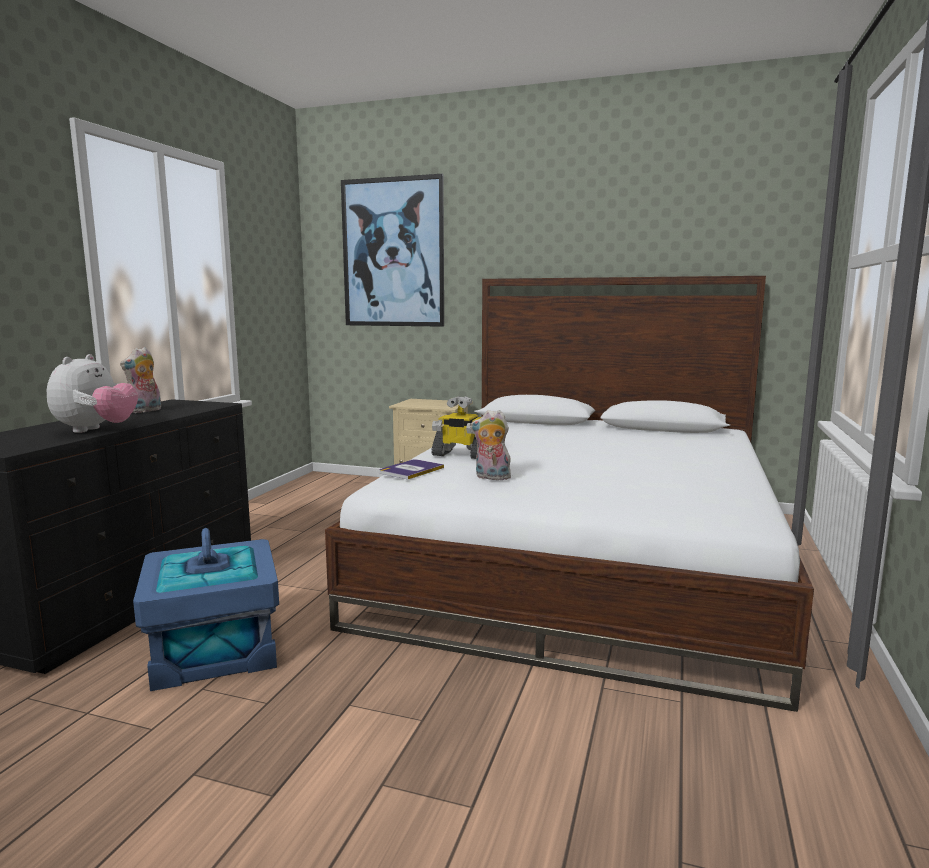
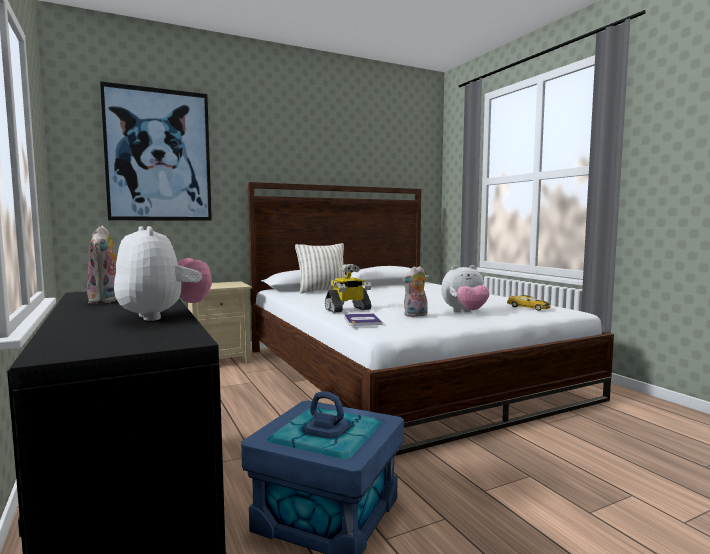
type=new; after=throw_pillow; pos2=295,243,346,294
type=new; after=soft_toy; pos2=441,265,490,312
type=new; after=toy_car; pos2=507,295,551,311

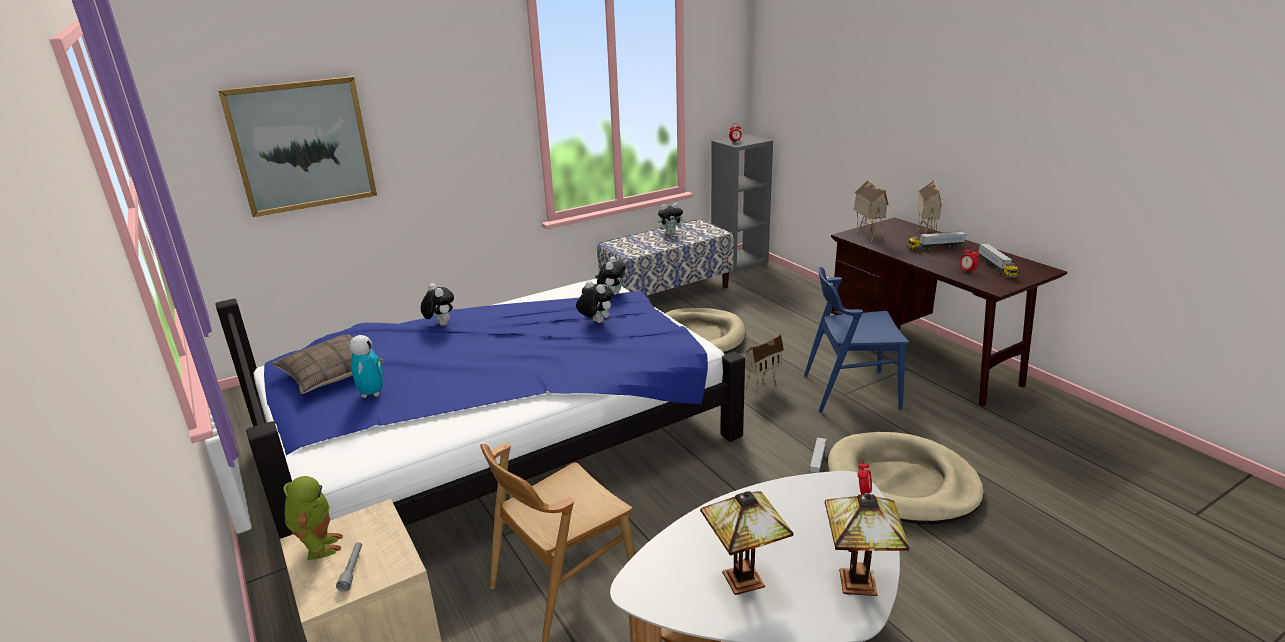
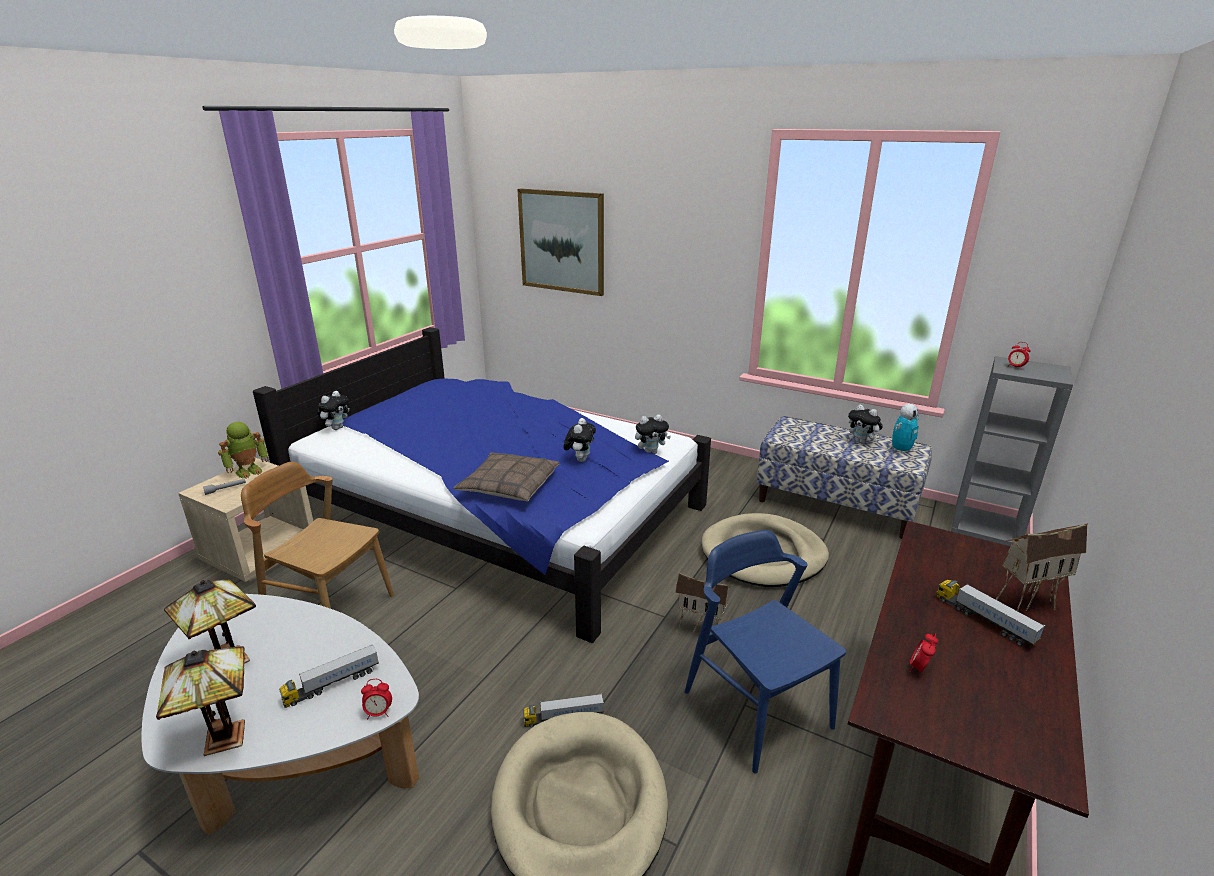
type=gone; before=model_house; pos1=854,179,889,242
type=shifted; before=toy_lorry; pos1=978,244,1018,279; pos2=279,644,379,708
type=shifted; before=soft_toy; pos1=421,283,454,326; pos2=318,391,349,430
type=shifted; before=throw_pillow; pos1=271,334,385,394; pos2=453,452,560,501
type=shifted; before=robot_figure; pos1=349,335,383,398; pos2=892,404,919,454

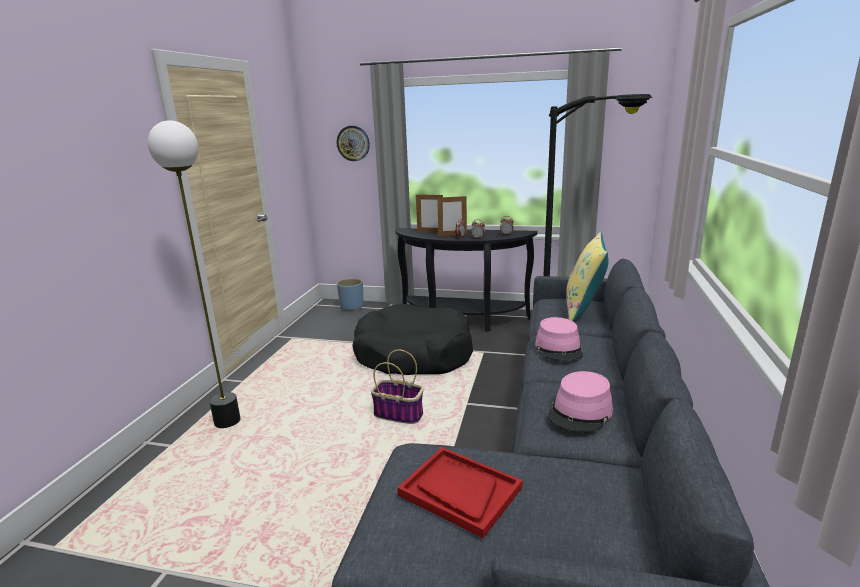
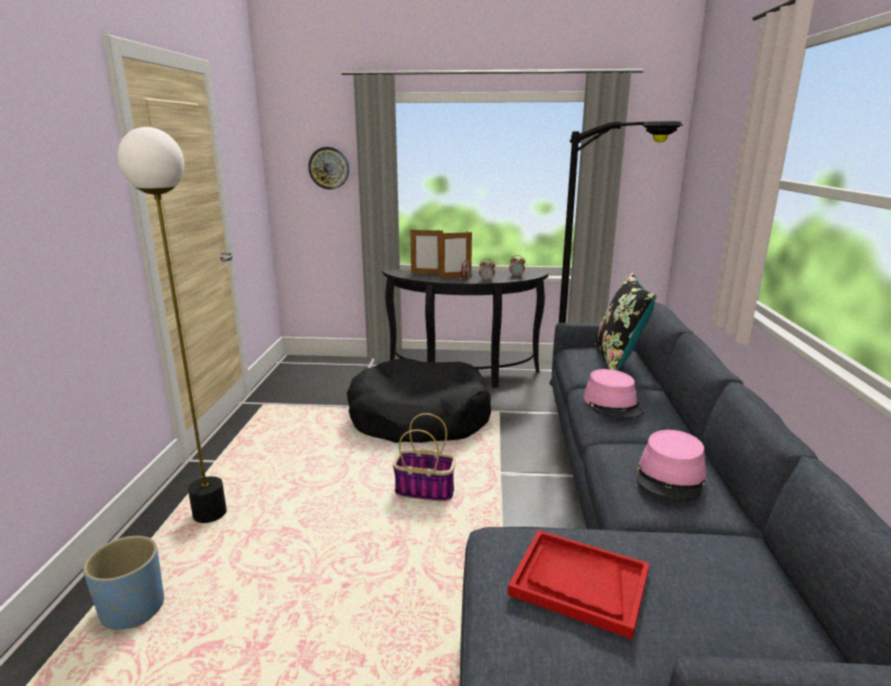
type=repainted; before=yellowish_throw_pillow; after=blackish_throw_pillow; pos1=567,232,608,322; pos2=595,273,657,370
type=shifted; before=bluish_plant_pot; pos1=337,278,364,311; pos2=83,536,164,630

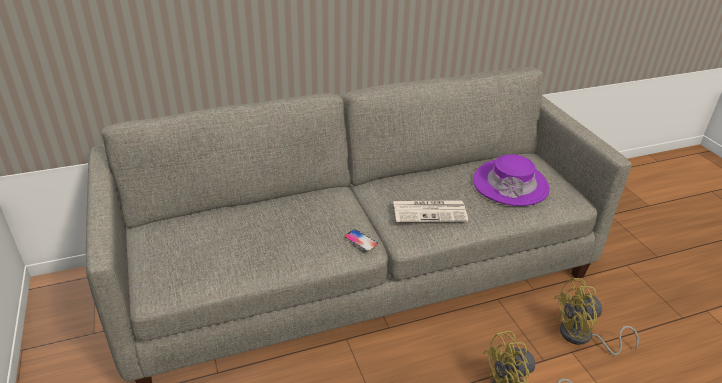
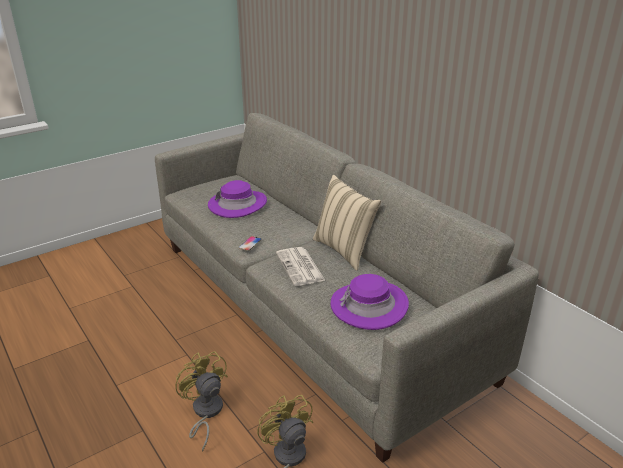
type=new; after=sand-coloured_throw_pillow; pos2=313,175,381,271
type=new; after=purple_clothing_hat; pos2=208,180,267,218

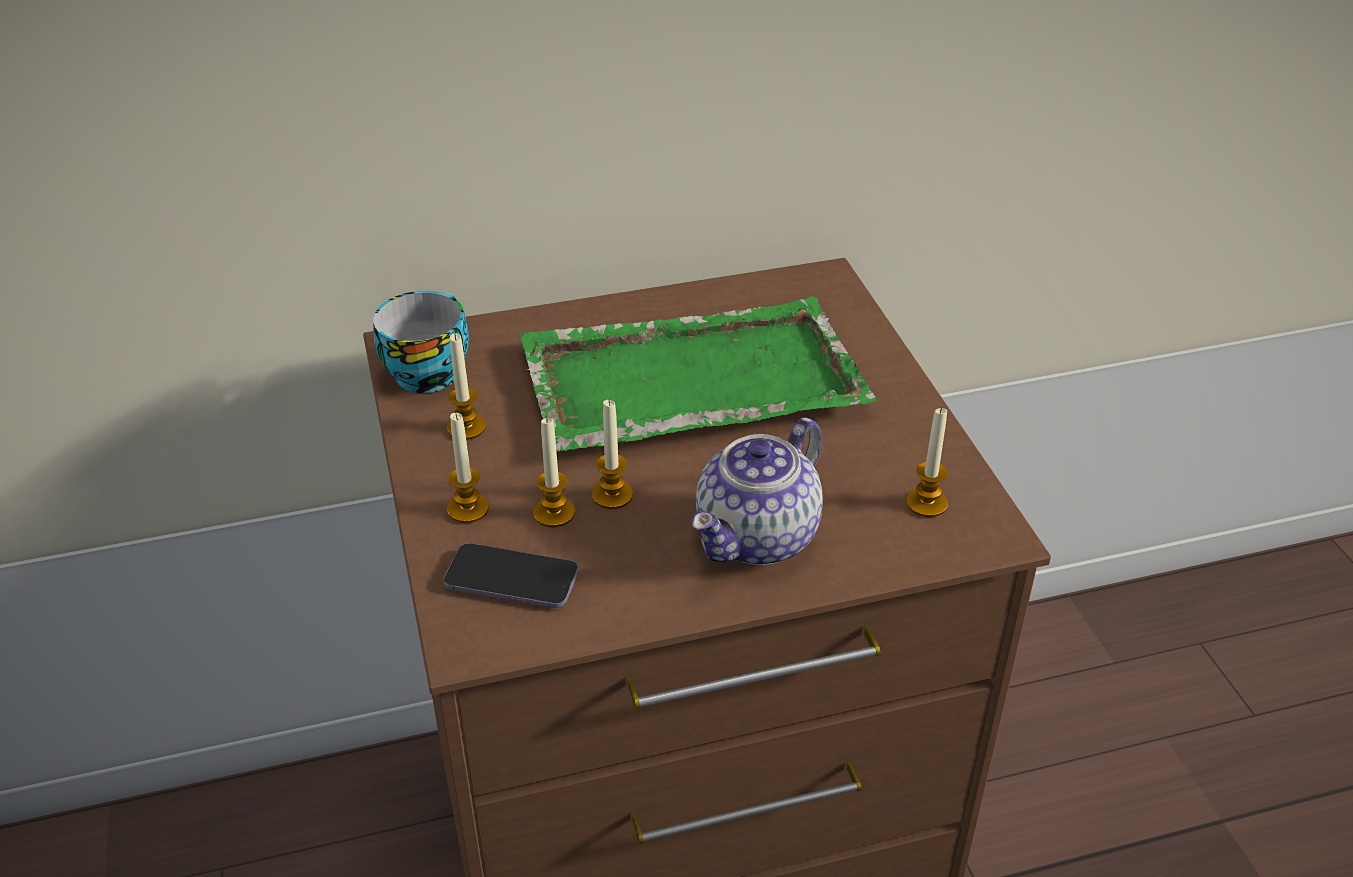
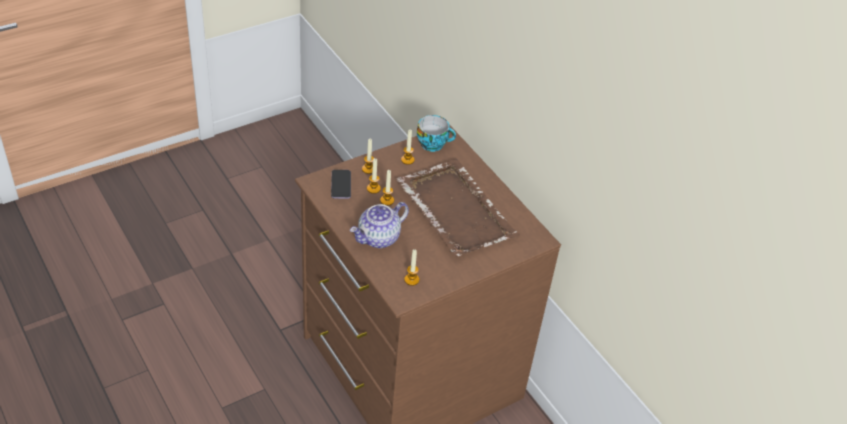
type=repainted; before=green_carrying_tray; after=brown-coloured_carrying_tray; pos1=519,296,877,451; pos2=396,159,520,257
type=rotated; before=teapot; pos1=692,417,823,565; pos2=350,202,409,248; turn=-60

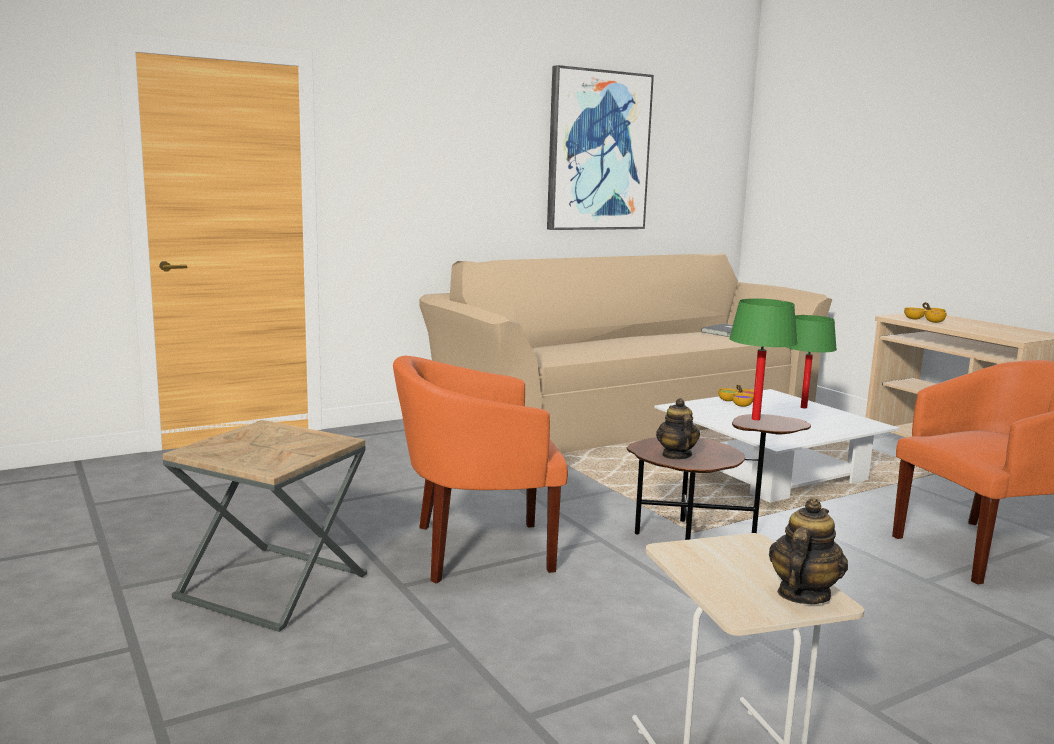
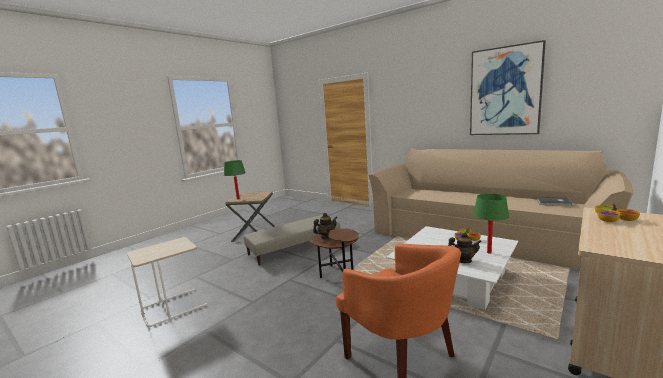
type=shifted; before=green_lamp_for_a_table; pos1=729,298,798,421; pos2=224,160,246,200
type=swapped; before=orange-coloured_lounge_chair; after=sand-coloured_ottoman; pos1=393,356,568,584; pos2=244,215,340,266
type=shifted; before=teapot; pos1=769,498,848,604; pos2=448,232,482,263

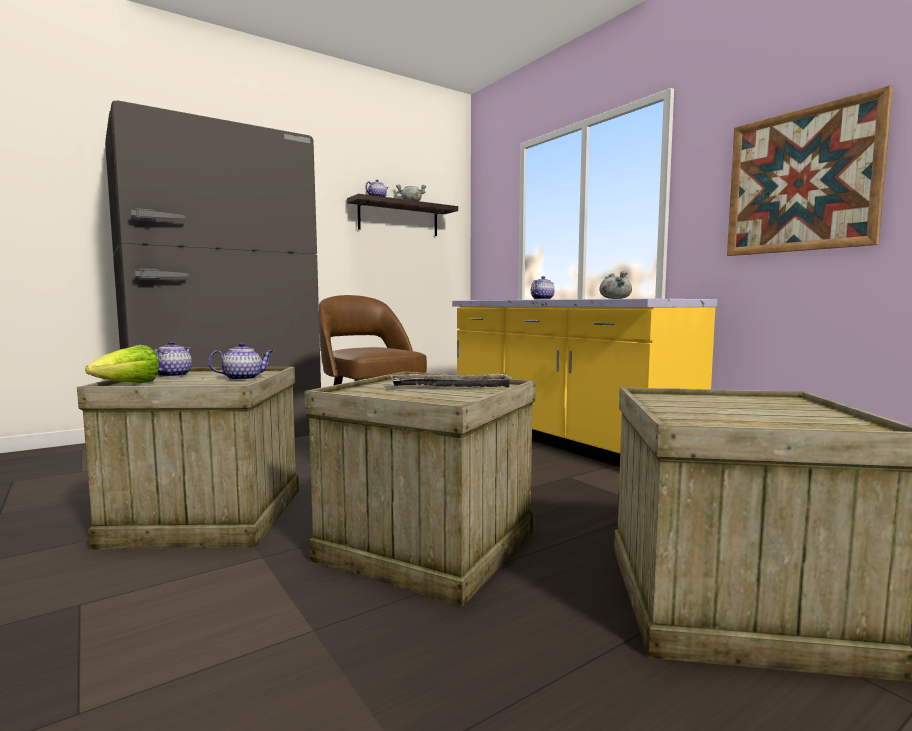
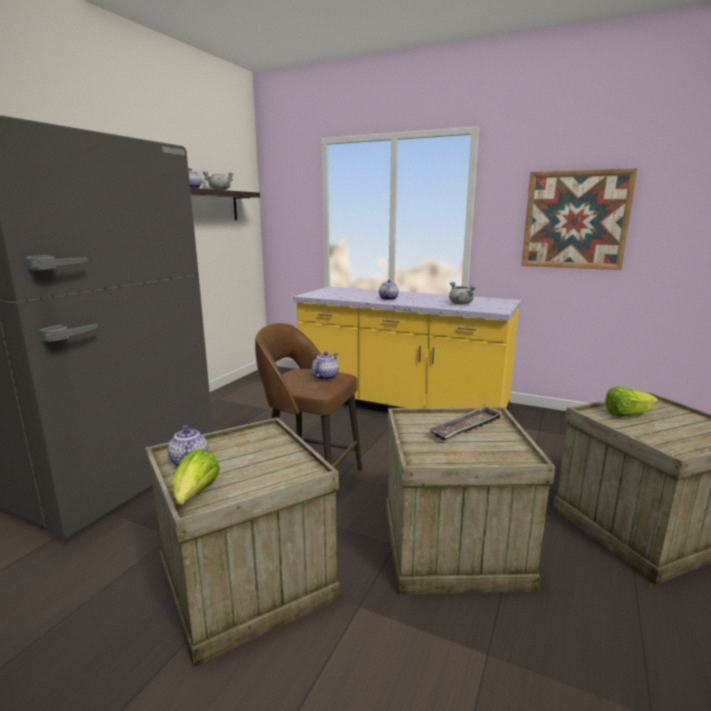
type=shifted; before=teapot; pos1=208,342,273,380; pos2=312,352,339,380
type=new; after=lettuce; pos2=605,386,658,417

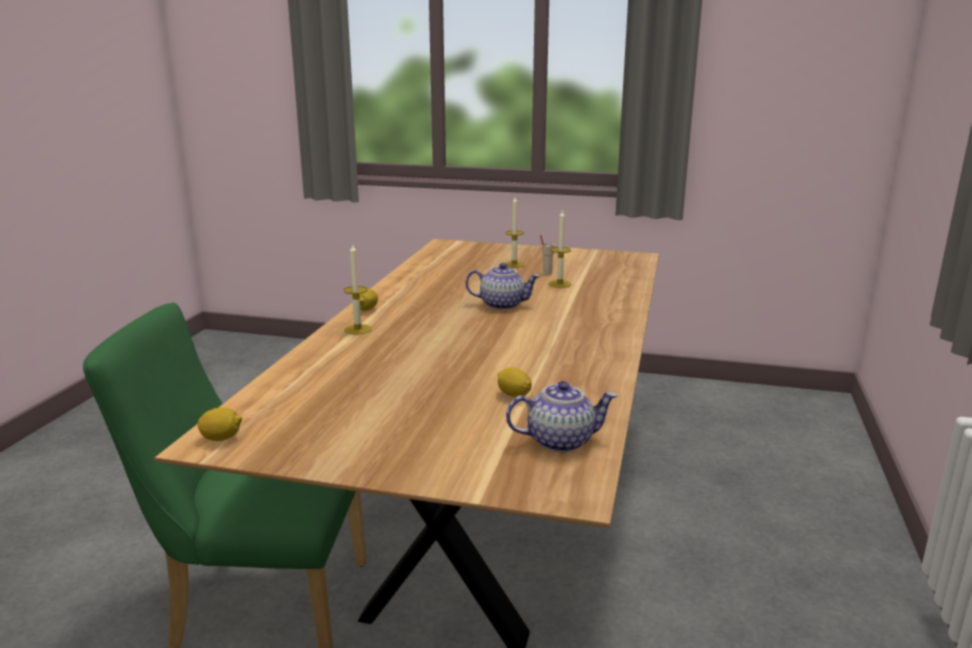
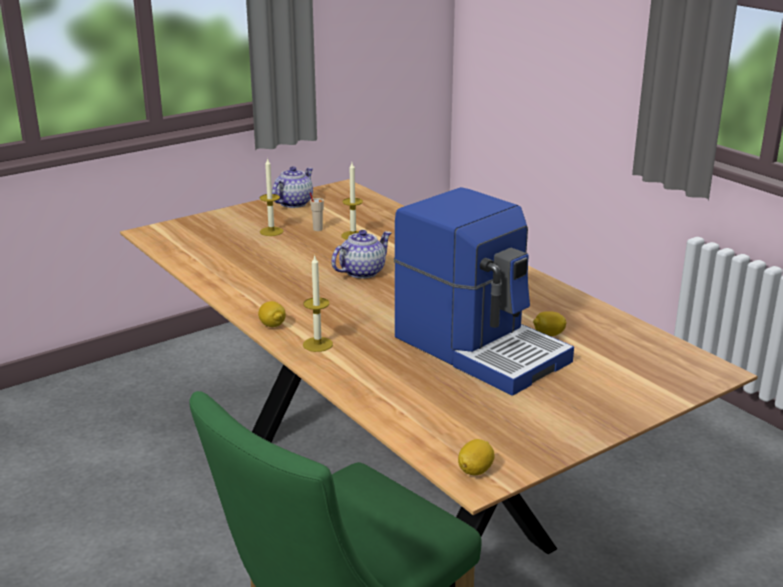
type=shifted; before=teapot; pos1=506,381,617,452; pos2=272,166,313,208
type=new; after=coffee_brewer; pos2=394,187,574,396

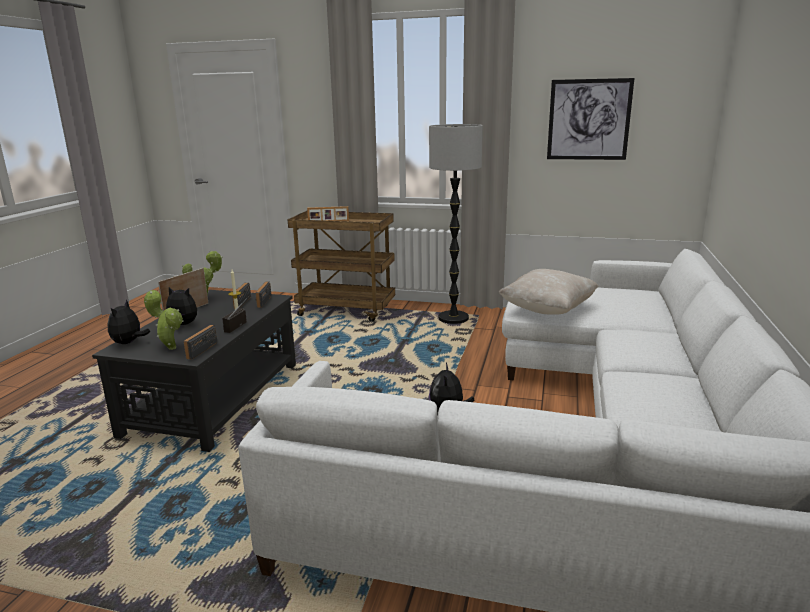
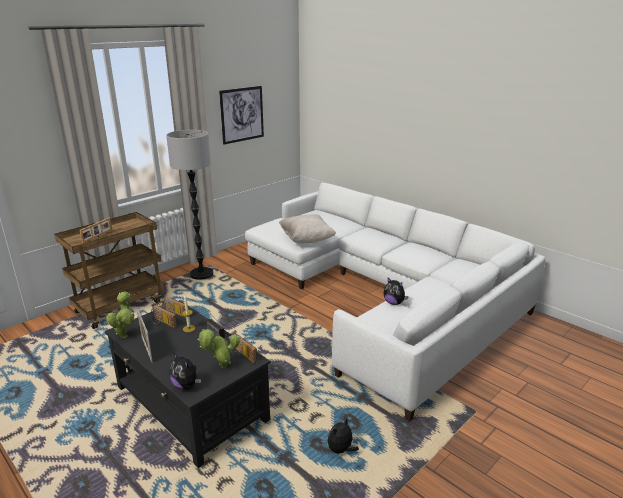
type=shifted; before=soft_toy; pos1=166,287,197,325; pos2=328,418,359,454

